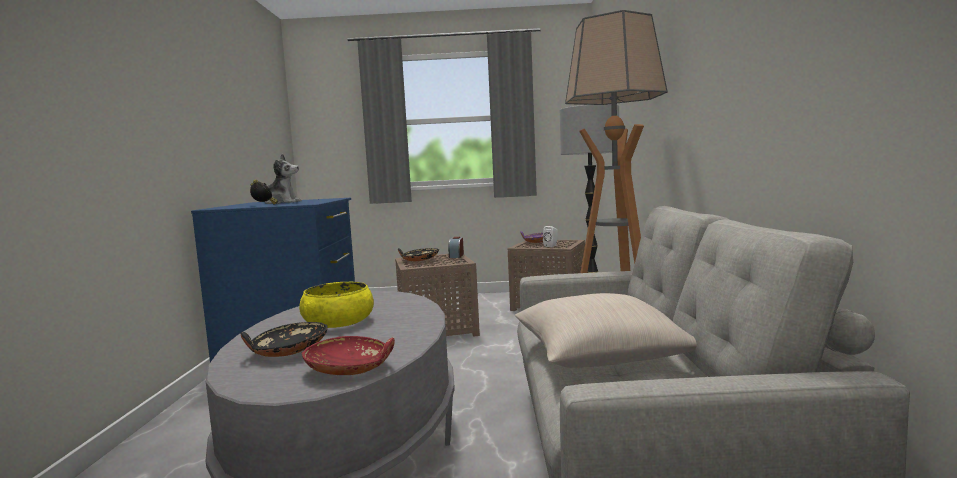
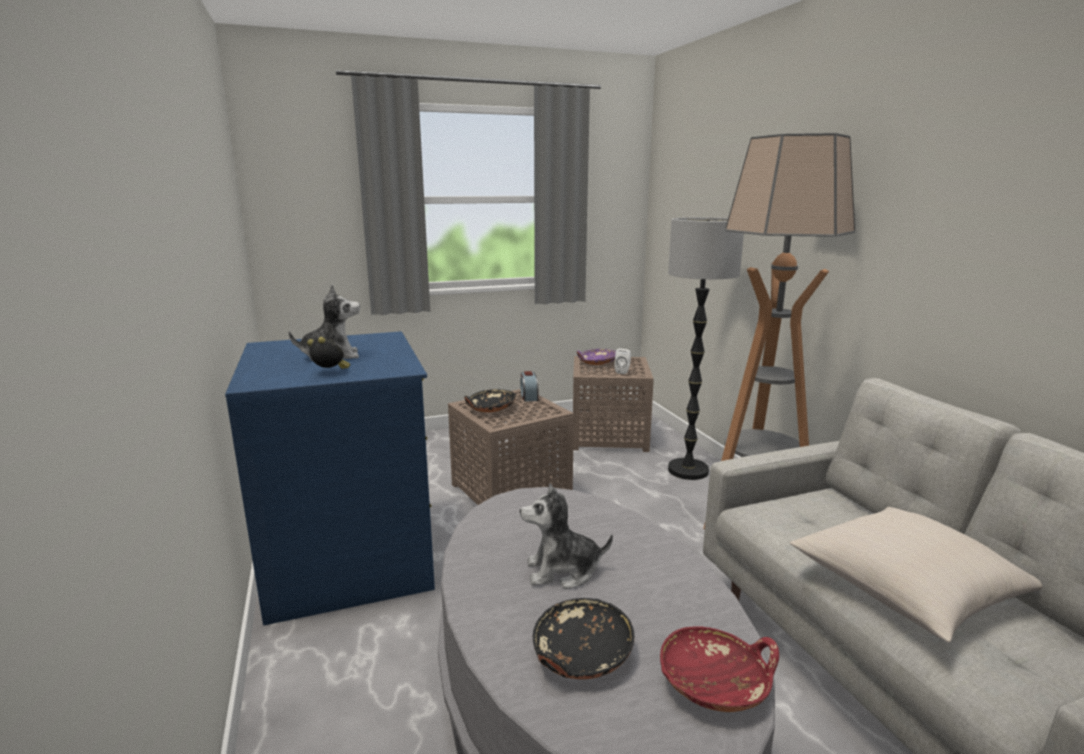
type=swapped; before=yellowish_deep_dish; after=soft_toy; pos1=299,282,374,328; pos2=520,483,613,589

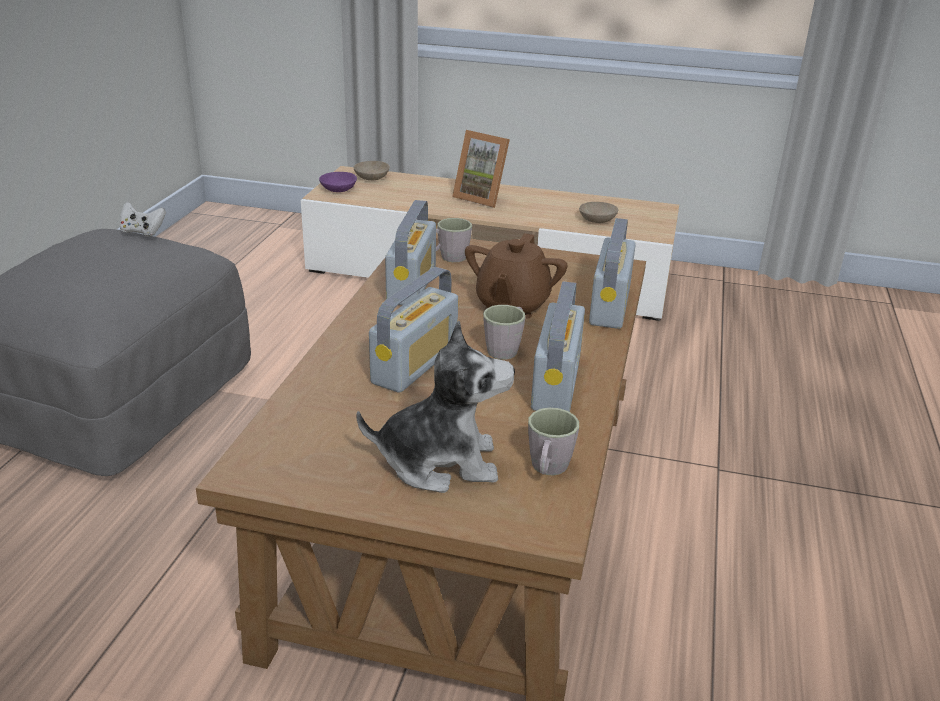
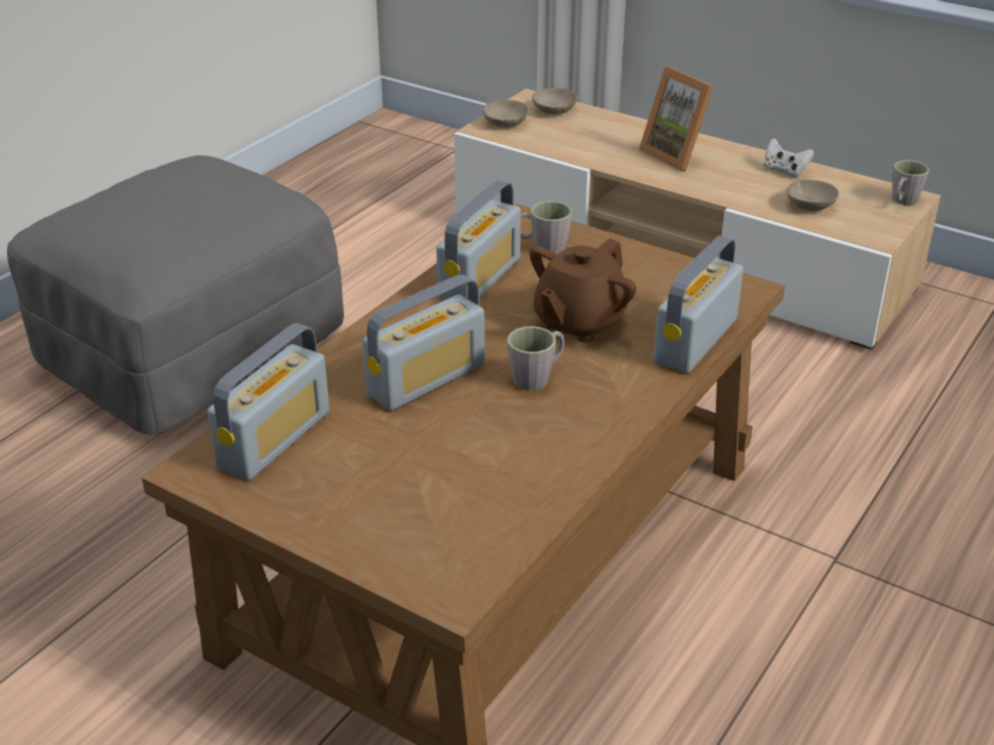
type=repainted; before=purple_deep_dish; after=sand-coloured_deep_dish; pos1=319,172,357,192; pos2=483,100,529,127
type=shifted; before=whitish_gamepad; pos1=120,202,166,236; pos2=764,138,814,177
type=shifted; before=radio; pos1=531,281,585,412; pos2=207,323,329,480
type=gone; before=soft_toy; pos1=356,321,515,493
type=shifted; before=grey_coffee_mug; pos1=528,408,579,475; pos2=892,160,929,205

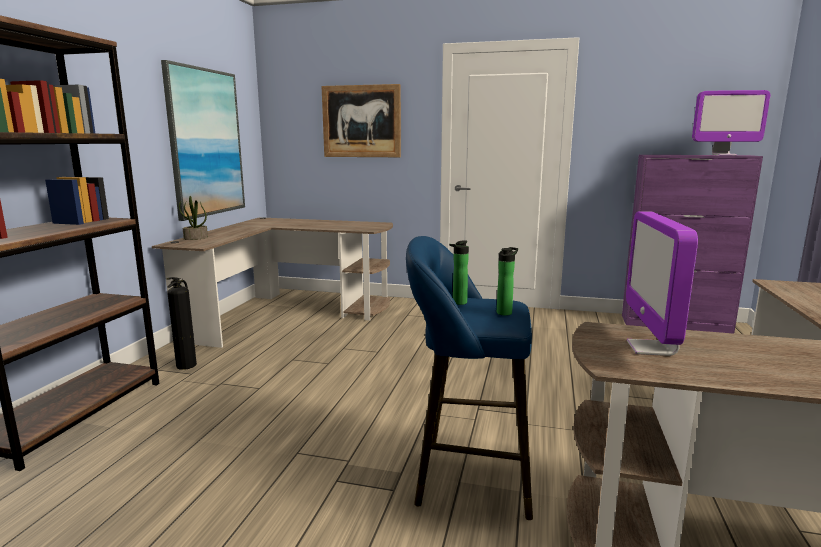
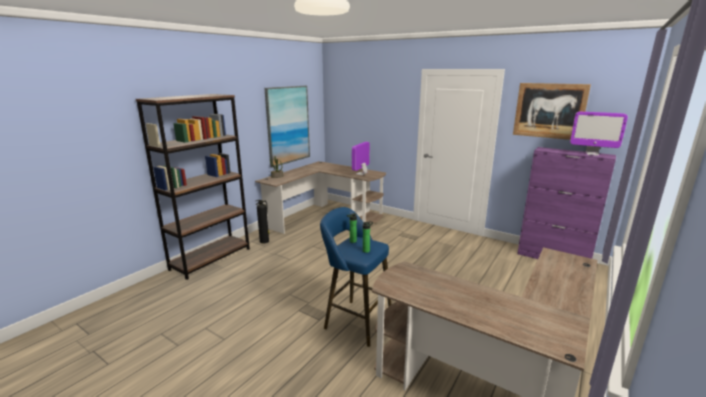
type=shifted; before=wall_art; pos1=321,84,401,157; pos2=513,83,591,140
type=shifted; before=computer_screen; pos1=626,211,698,356; pos2=352,142,370,175

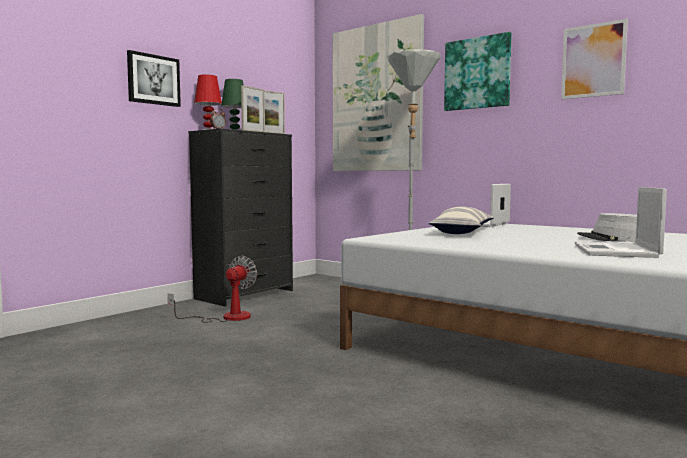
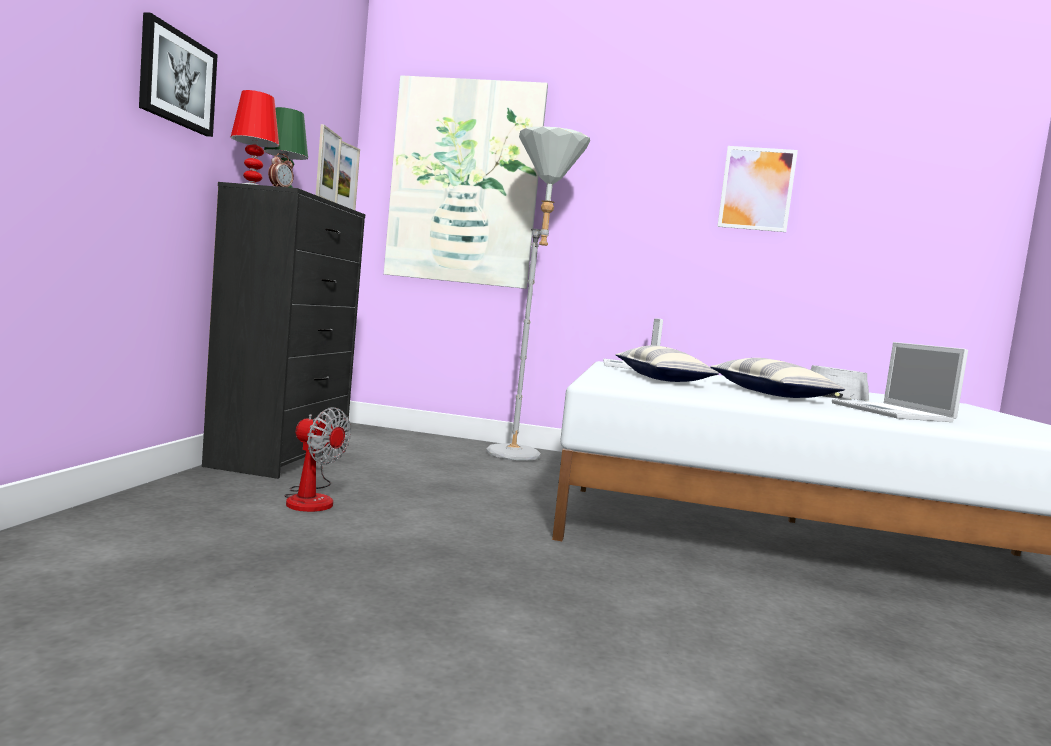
type=gone; before=wall_art; pos1=444,32,512,111
type=rotated; before=electric_fan; pos1=168,256,257,322; pos2=284,407,351,512; turn=120
type=new; after=throw_pillow; pos2=710,358,846,398

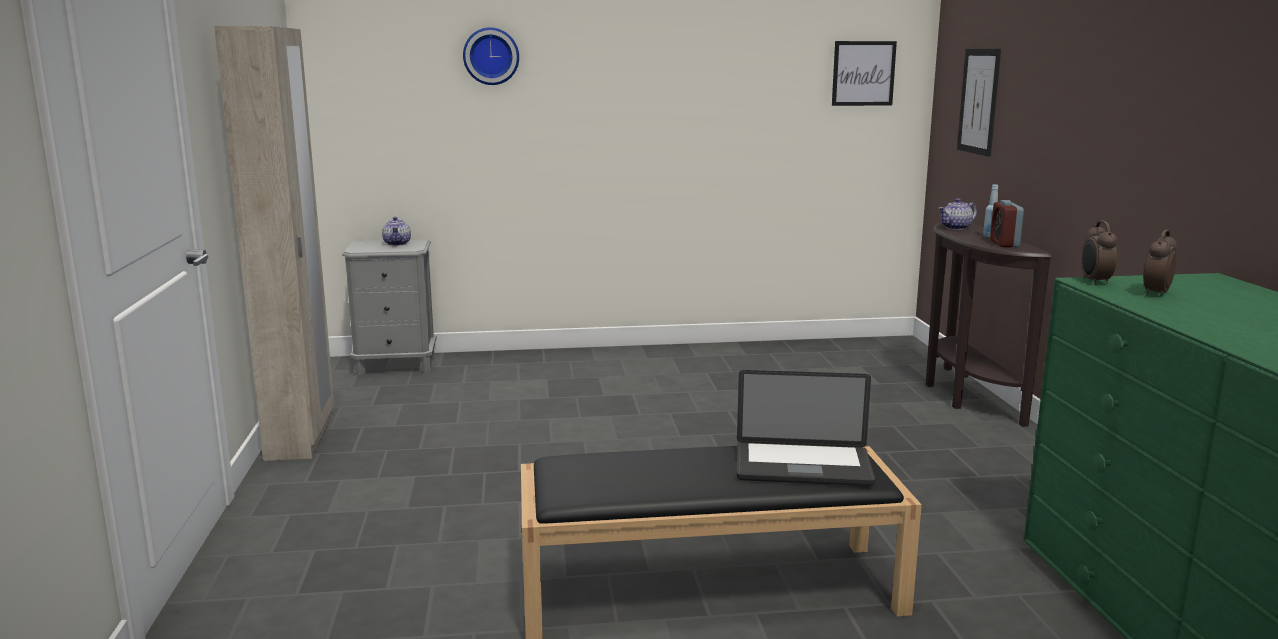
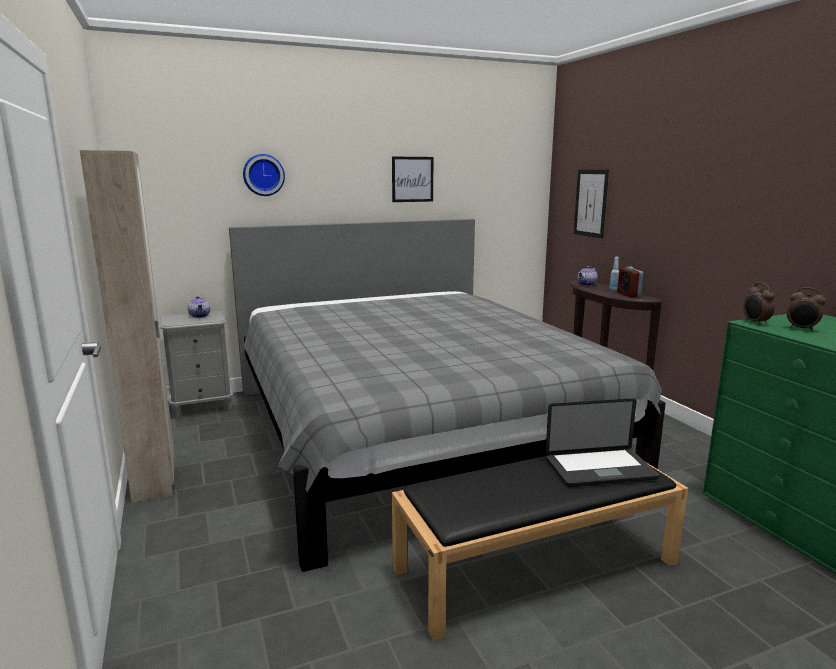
type=shifted; before=wall_art; pos1=832,41,897,106; pos2=392,157,433,202
type=rotated; before=table_clock; pos1=1143,230,1177,296; pos2=787,287,826,331; turn=-75
type=new; after=grey_sleeping_bed; pos2=229,218,666,572

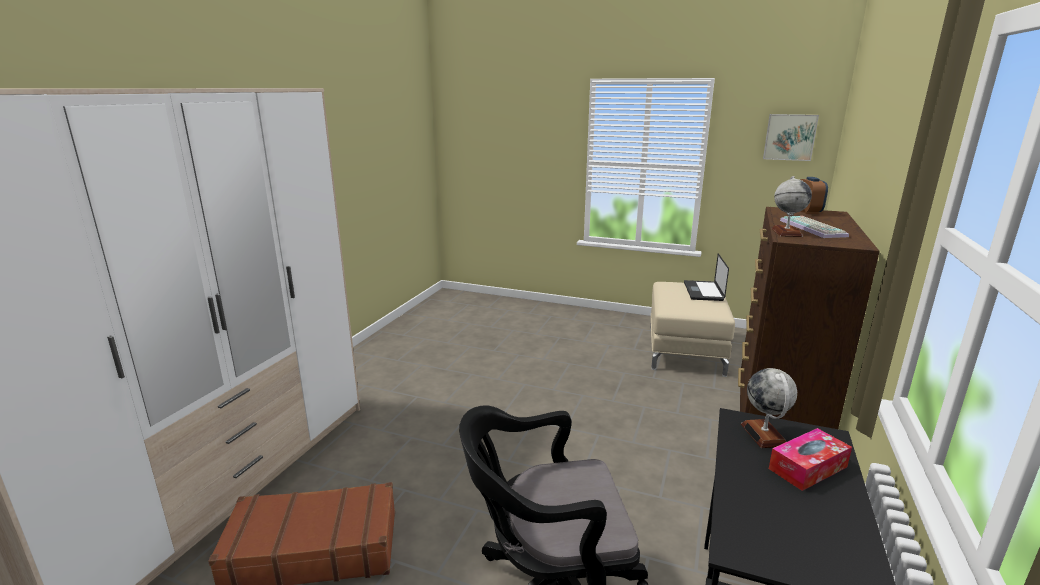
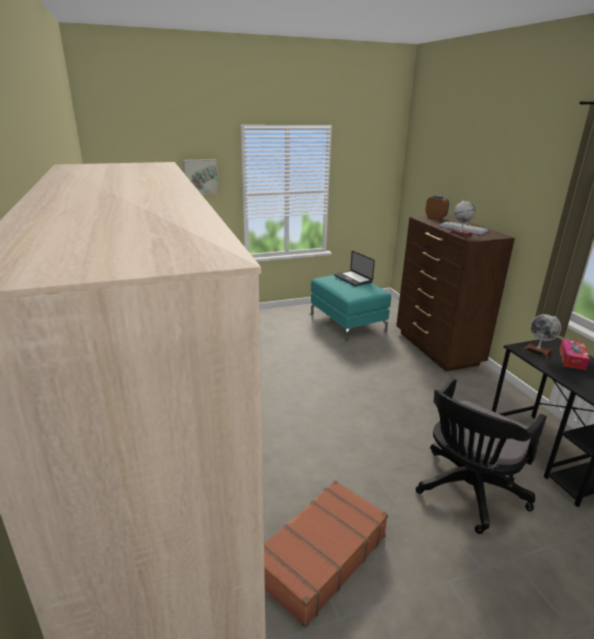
type=shifted; before=wall_art; pos1=763,114,819,161; pos2=183,159,219,194
type=repainted; before=sand-coloured_ottoman; after=blue-green_ottoman; pos1=650,282,735,377; pos2=311,275,391,341

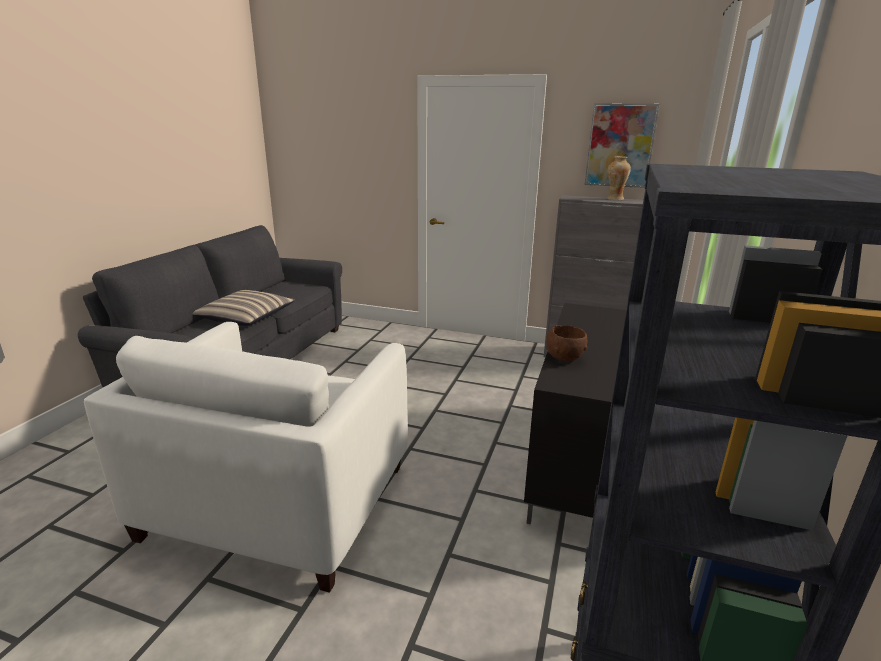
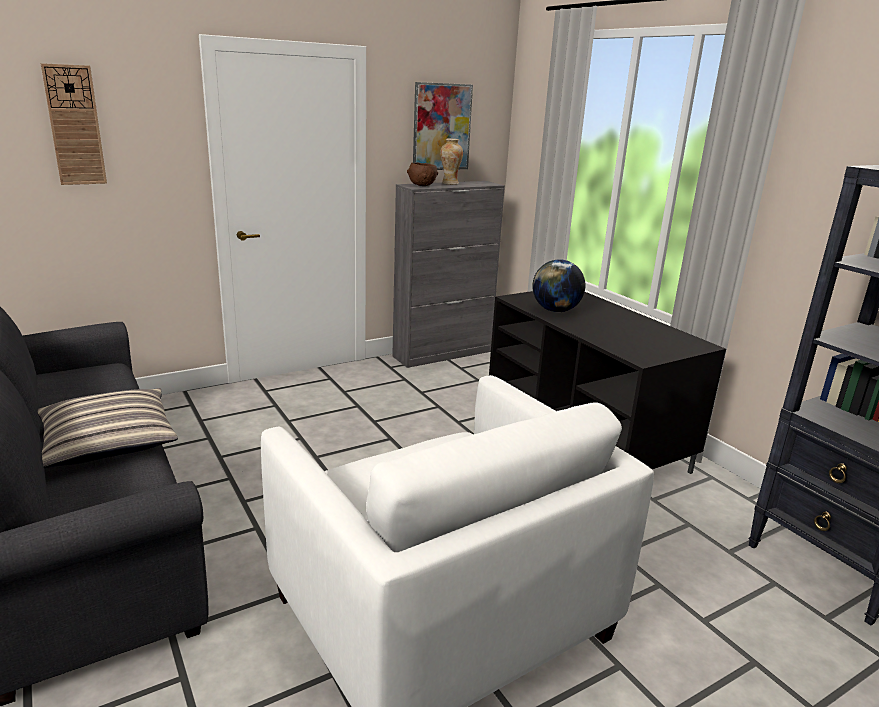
type=shifted; before=brown-coloured_deep_dish; pos1=546,325,588,361; pos2=407,162,438,186
type=new; after=wall_clock; pos2=41,63,107,185
type=new; after=globe; pos2=532,259,585,312

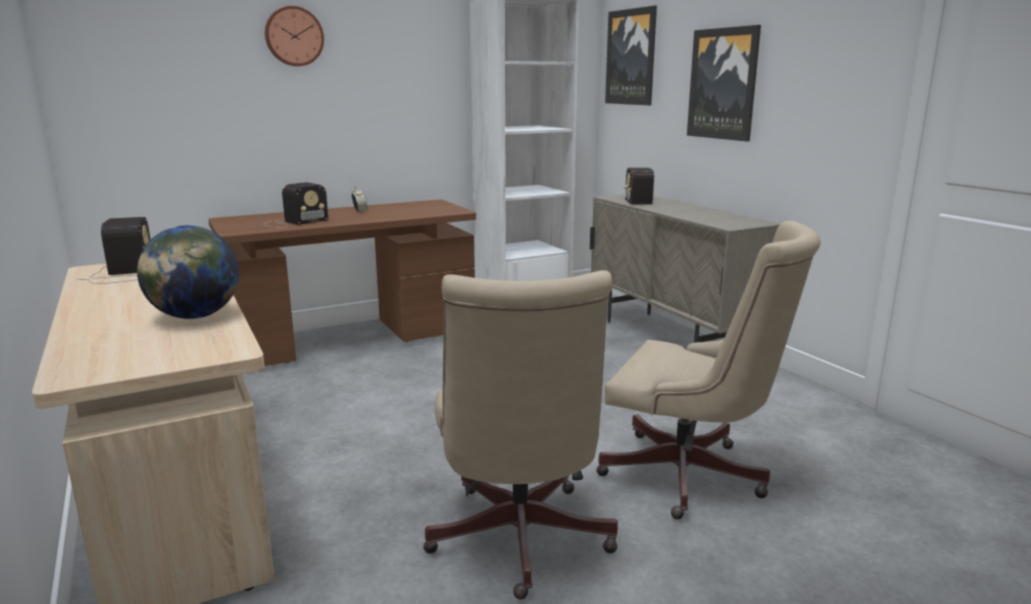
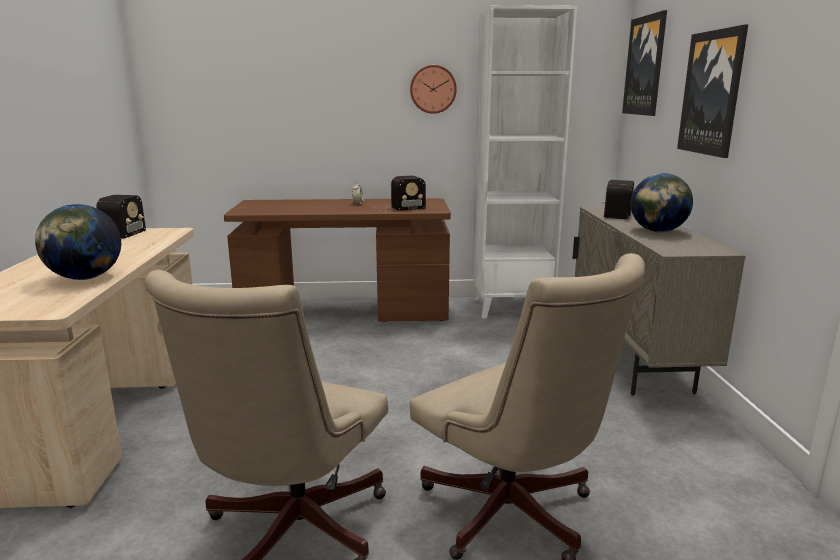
type=shifted; before=wall_clock; pos1=265,6,324,66; pos2=410,65,457,114
type=shifted; before=radio; pos1=263,182,328,228; pos2=373,175,426,212
type=new; after=globe; pos2=631,173,693,232

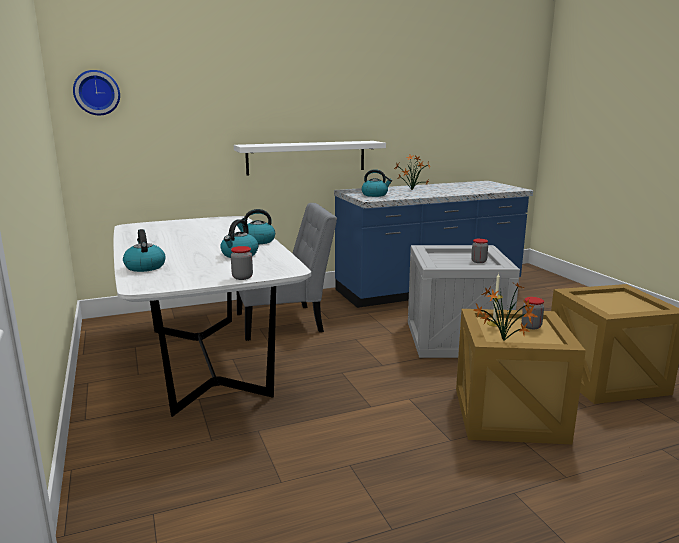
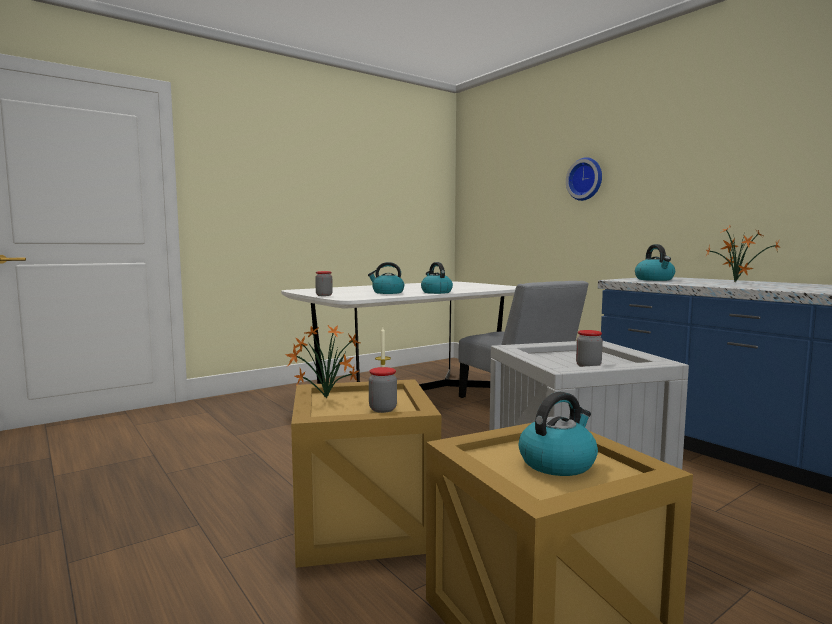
type=shifted; before=wall_clock; pos1=73,70,120,115; pos2=566,157,602,201
type=gone; before=whitish_bracket_shelf; pos1=234,141,386,175
type=shifted; before=tea_kettle; pos1=123,229,165,272; pos2=518,392,598,476

